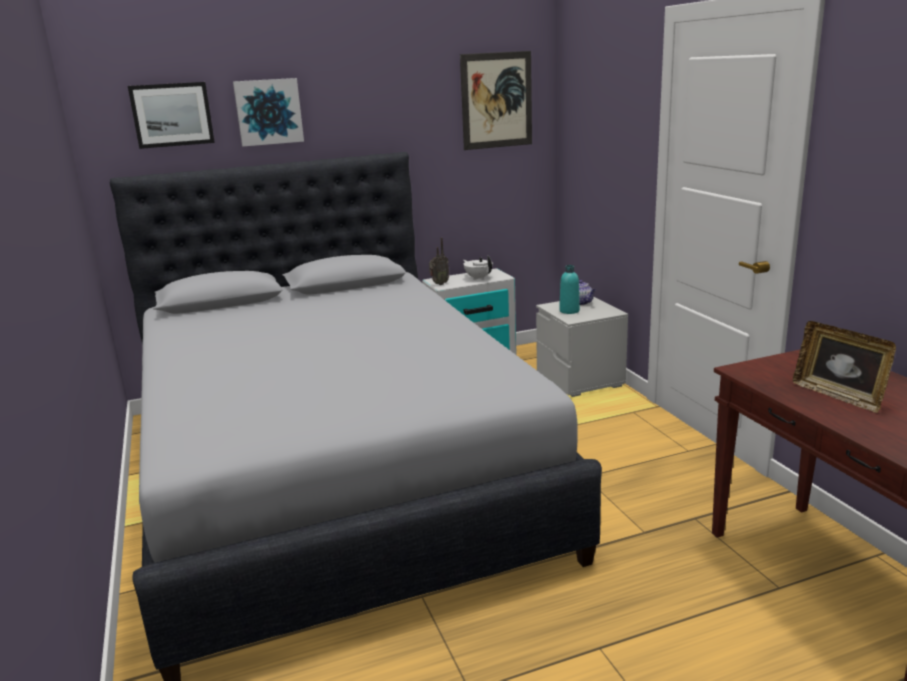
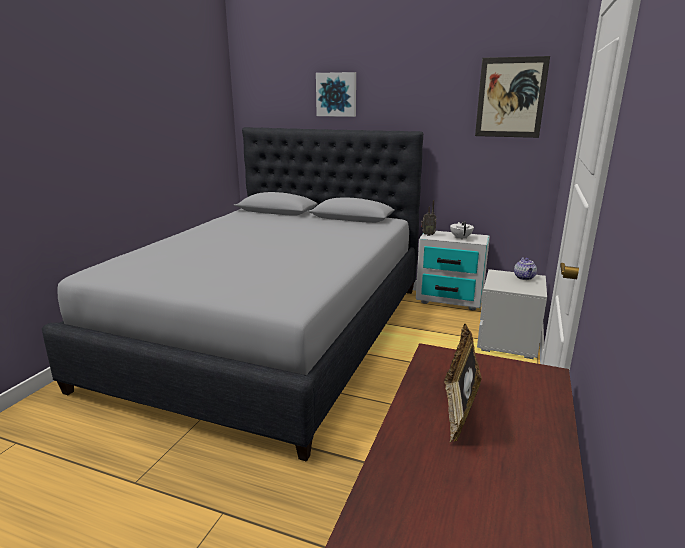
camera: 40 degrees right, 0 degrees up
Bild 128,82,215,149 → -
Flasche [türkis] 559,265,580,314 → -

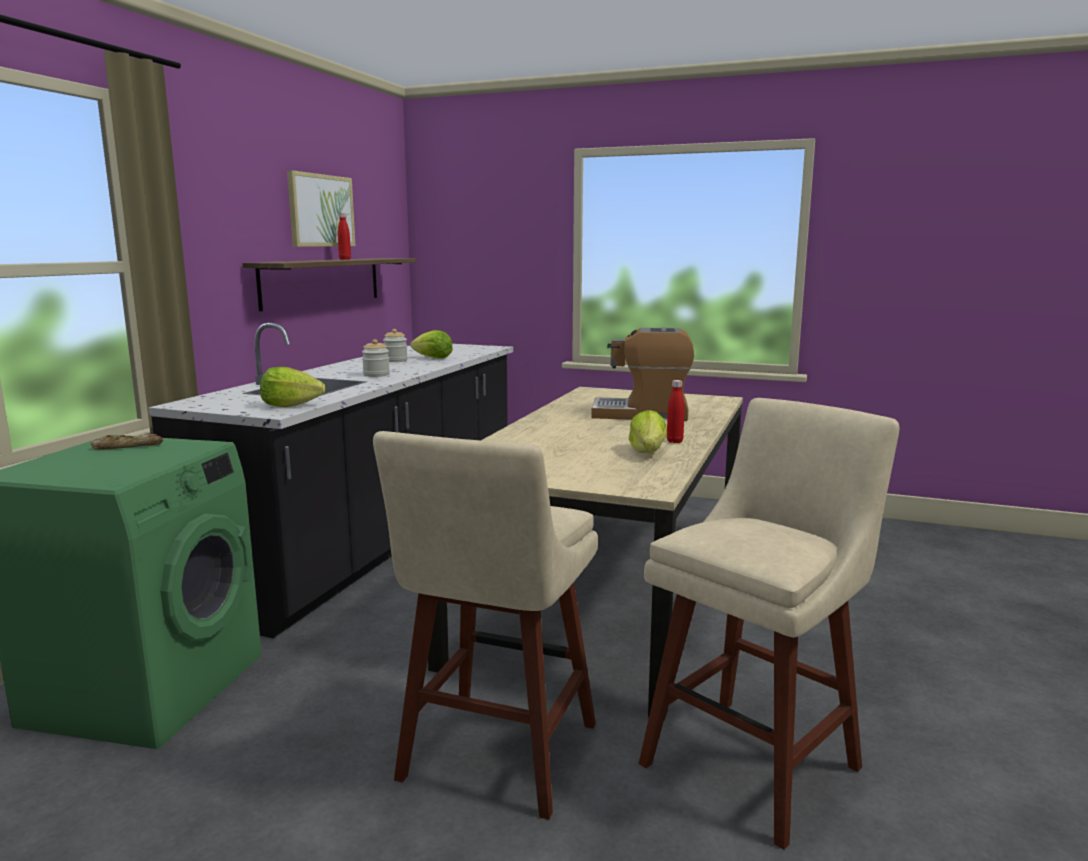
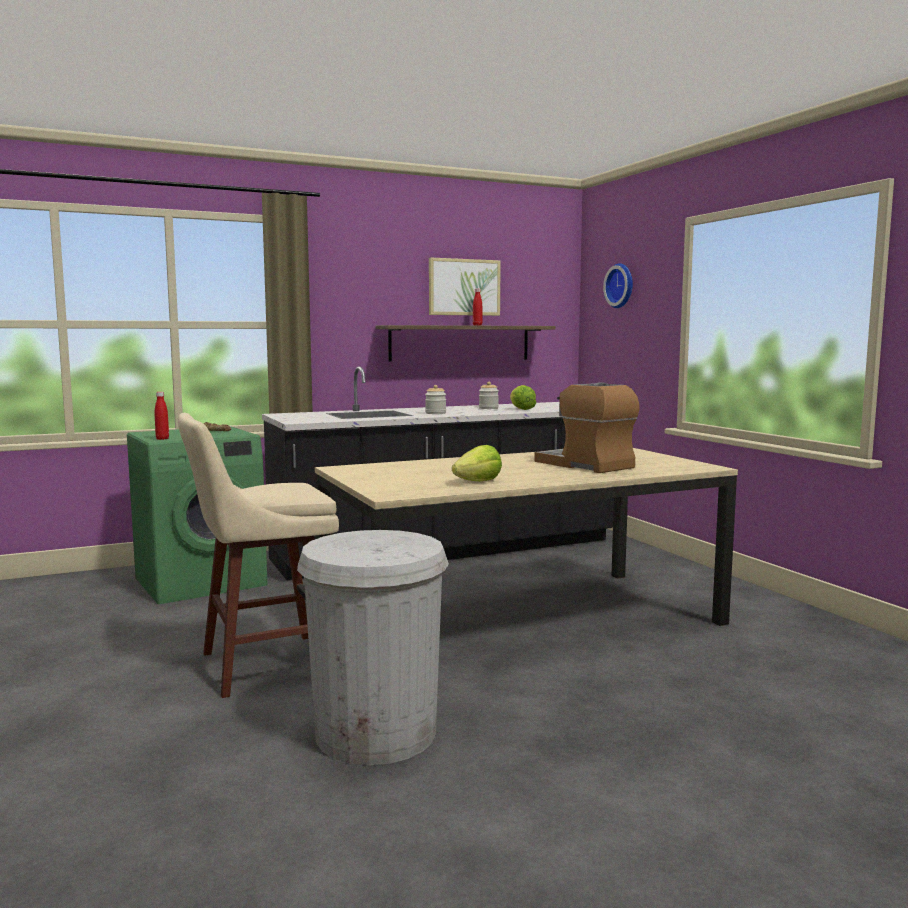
camera: 45 degrees right, 5 degrees down
Salatkopf 260,367,325,407 → -
- → Wanduhr 603,263,633,308
Flasche [rot] 667,380,685,443 → Flasche [rot] 155,392,169,440, moved
Hocker [beige] 639,398,900,850 → Mülleimer [weiß] 297,530,449,765

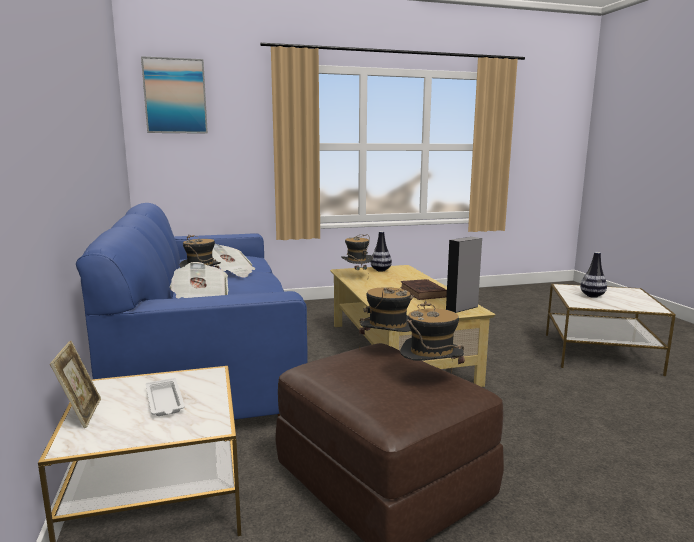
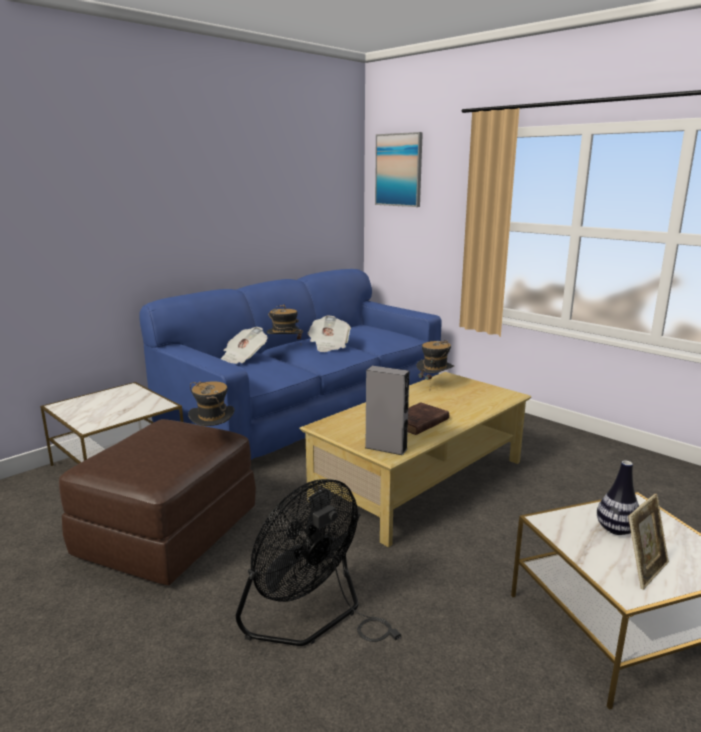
camera: 60 degrees right, 5 degrees up
Tablett [weiß] 146,378,185,416 → -
Vase 370,231,392,272 → -
Hut 400,301,465,372 → -
- → Ventilator [schwarz] 236,479,401,646
Bilderrahmen 50,341,101,428 → Bilderrahmen 628,494,669,590, moved

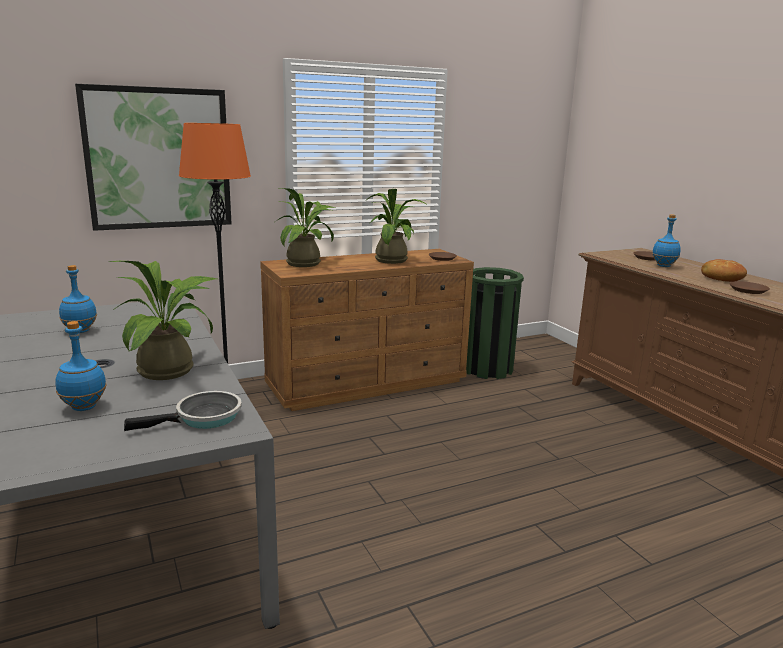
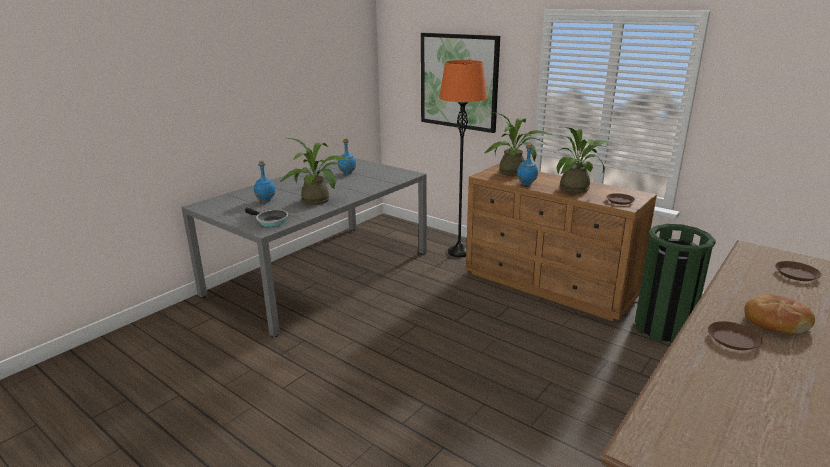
camera: 65 degrees right, 5 degrees up
Flasche [blau] 652,214,681,267 → Flasche [blau] 517,143,538,185, moved

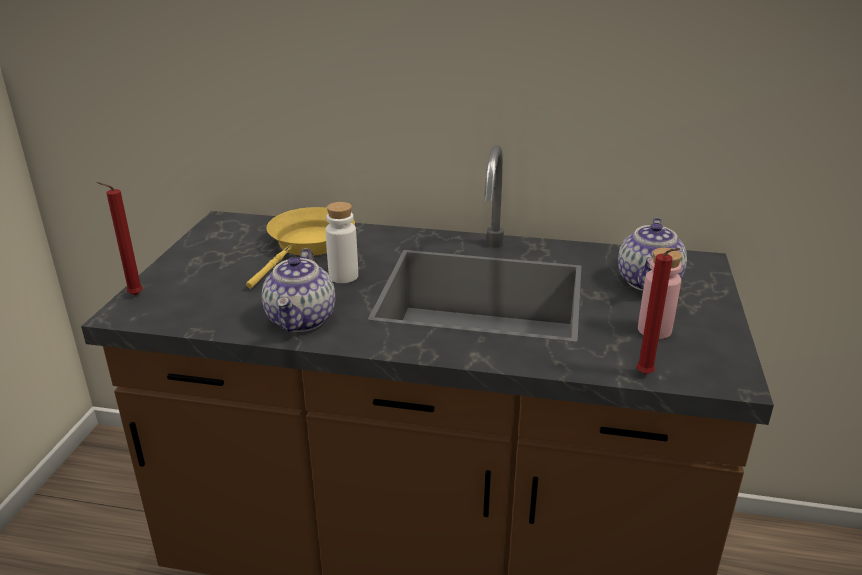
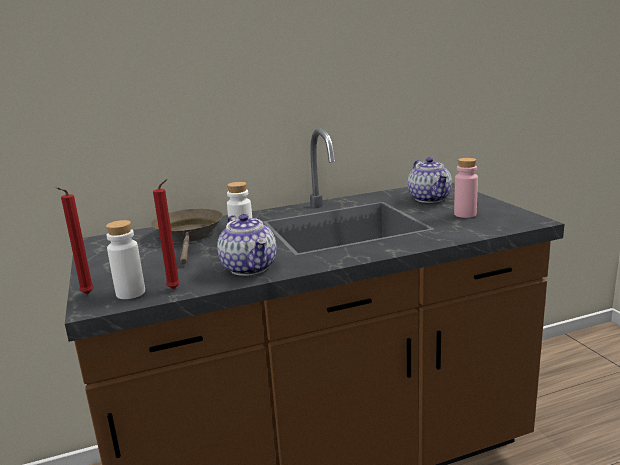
camera: 30 degrees left, 10 degrees down
- → Flasche [weiß] 106,220,145,299
Kerze [rot] 636,248,680,374 → Kerze [rot] 153,179,180,289, moved
Pfanne [gelb] 246,207,355,289 → Pfanne [braun] 151,209,223,264

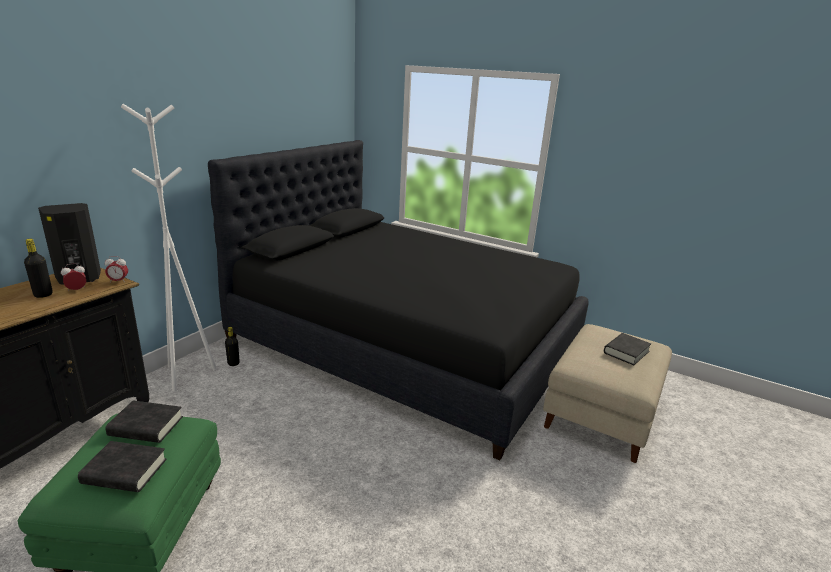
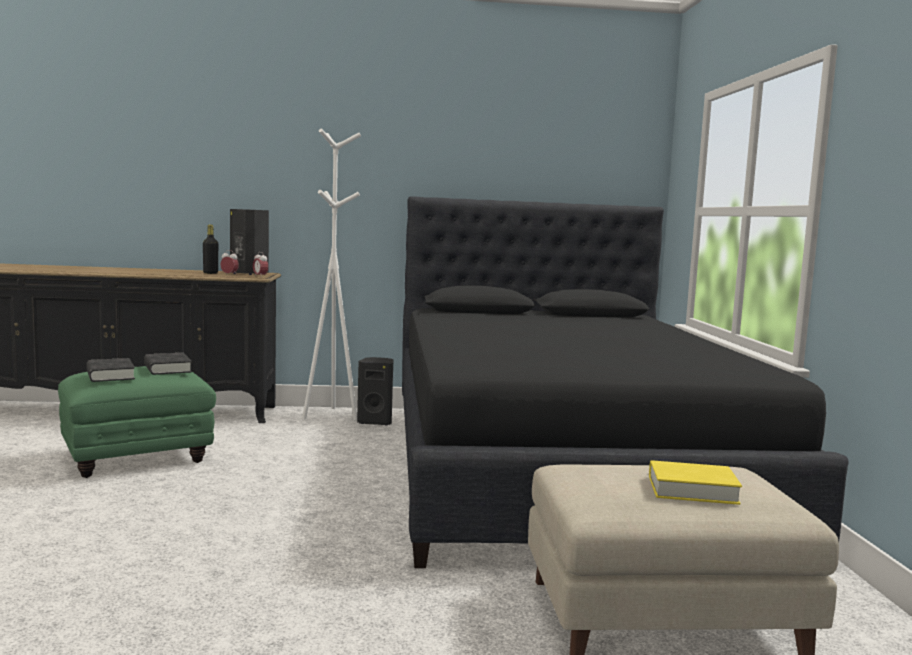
camera: 55 degrees right, 15 degrees down
Flasche [schwarz] 225,327,240,366 → Lautsprecher [schwarz] 357,357,393,426
Buch [schwarz] 604,333,651,365 → Buch [gelb] 649,460,742,505

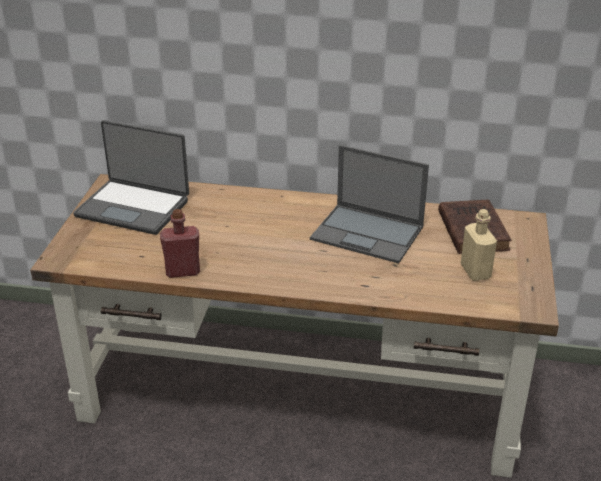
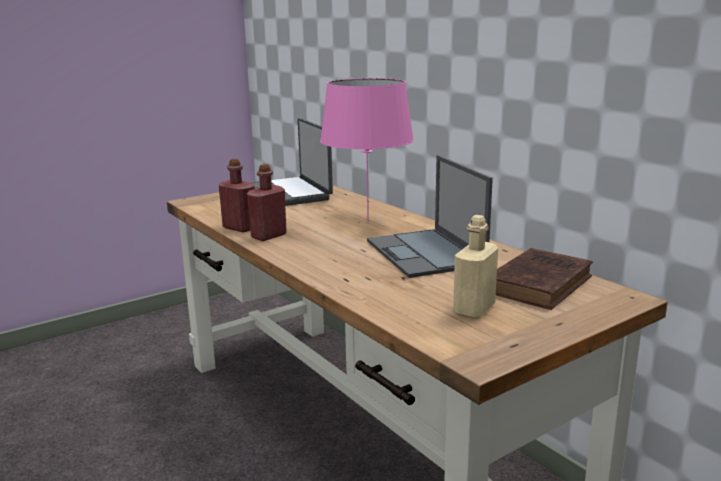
camera: 45 degrees right, 15 degrees down
- → Flasche [rot] 247,164,287,241
- → Tischlampe [rosa] 320,78,414,222

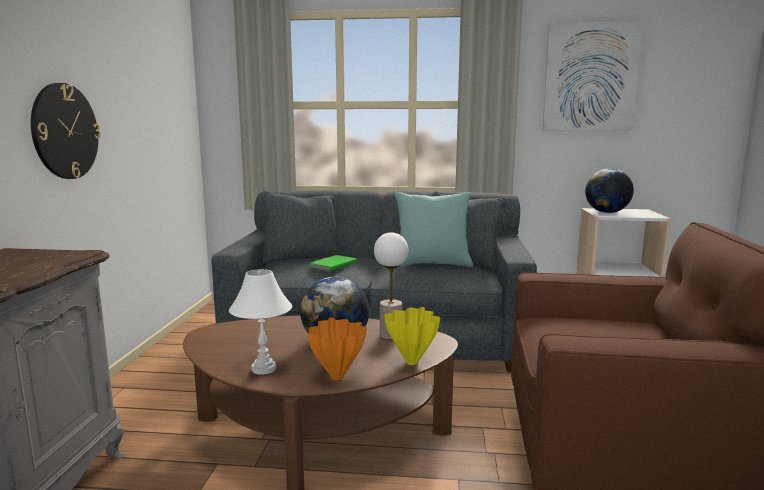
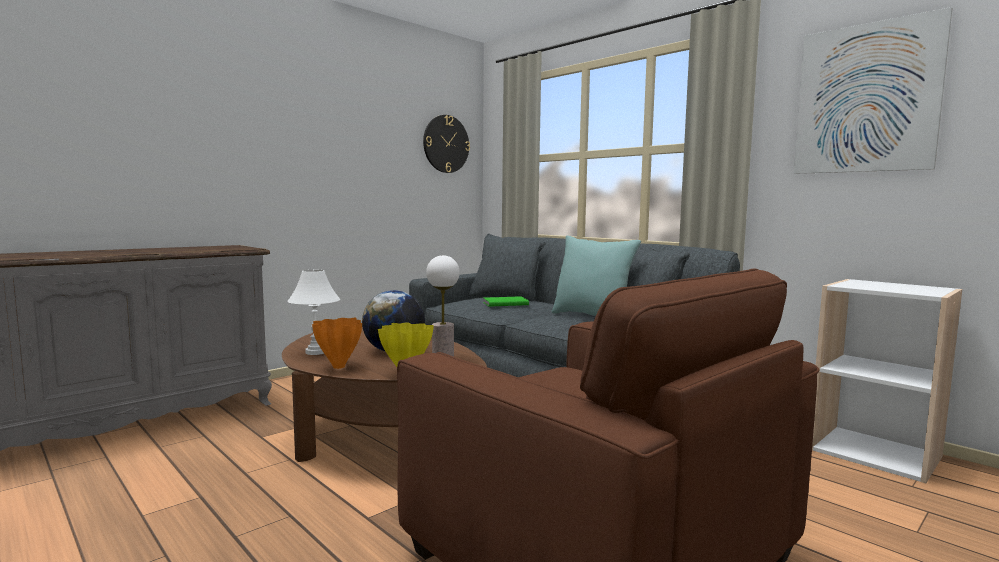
camera: 40 degrees right, 5 degrees down
Globus 585,168,634,213 → -
Wanduhr 31,83,101,179 → Wanduhr 423,115,470,173, moved

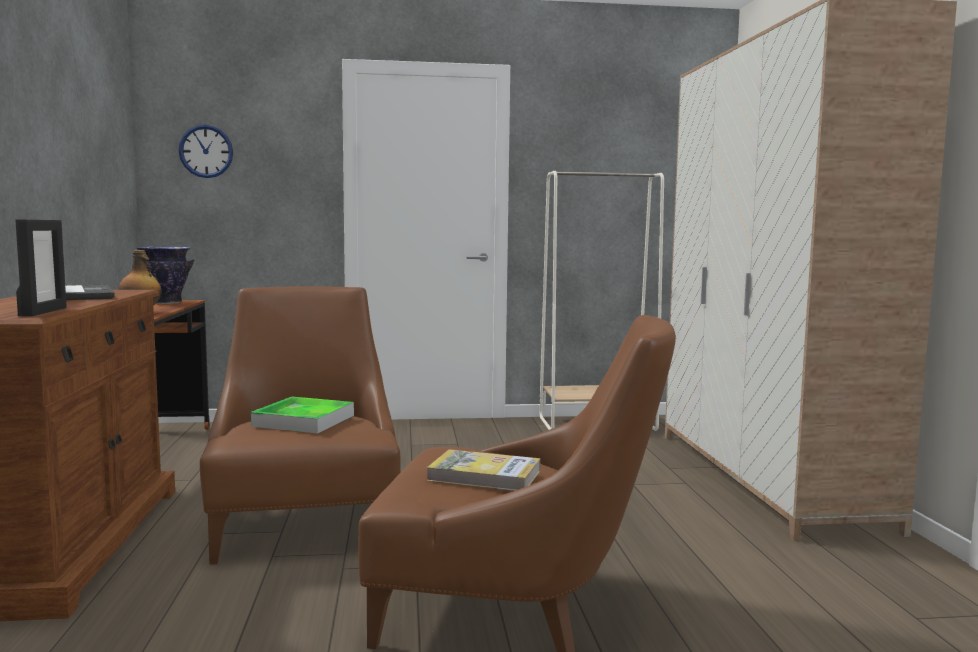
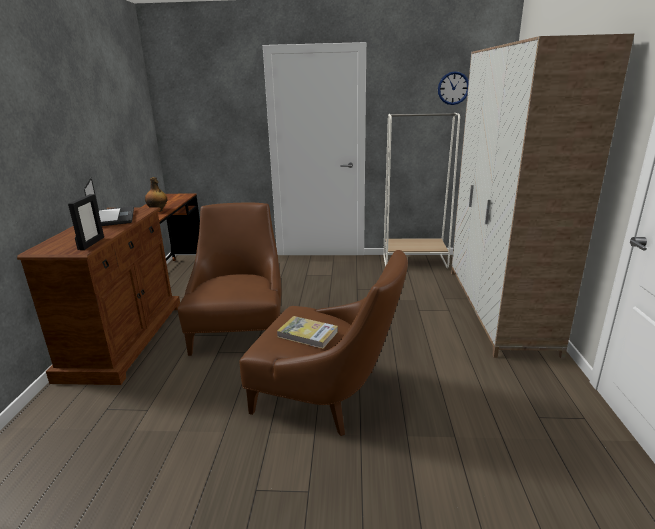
camera: 10 degrees right, 15 degrees up
Vase 136,246,194,304 → -
Tablett 251,397,354,434 → -
Wanduhr 179,125,233,178 → Wanduhr 438,71,469,105, moved

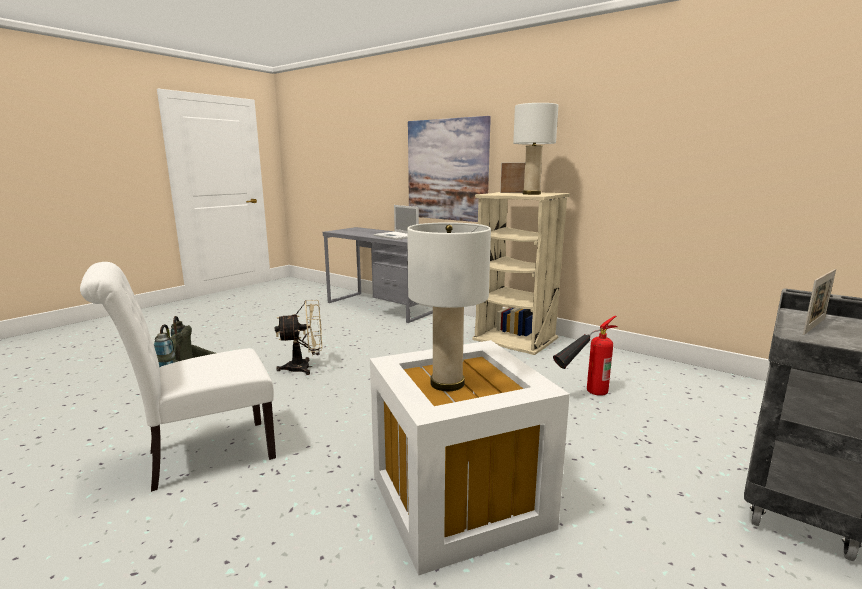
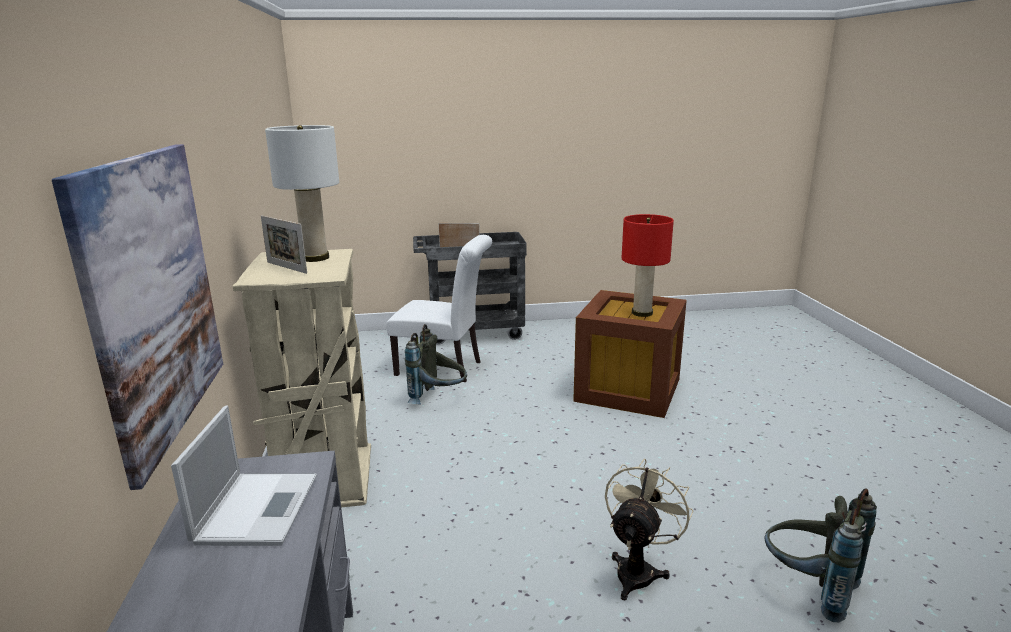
camera: 135 degrees left, 5 degrees up
Stuhl [weiß] 80,262,276,492 → Stuhl [weiß] 386,235,492,382, moved
Feuerlöscher 553,315,618,396 → Rucksack [grau] 405,324,467,405
Aufbewahrungsbox [weiß] 370,340,570,576 → Aufbewahrungsbox [braun] 573,290,687,418
Tischlampe [weiß] 407,222,491,391 → Tischlampe [rot] 622,214,674,317
Ventilator [beige] 275,300,322,375 → Ventilator [beige] 605,458,693,600, 90 degrees clockwise

